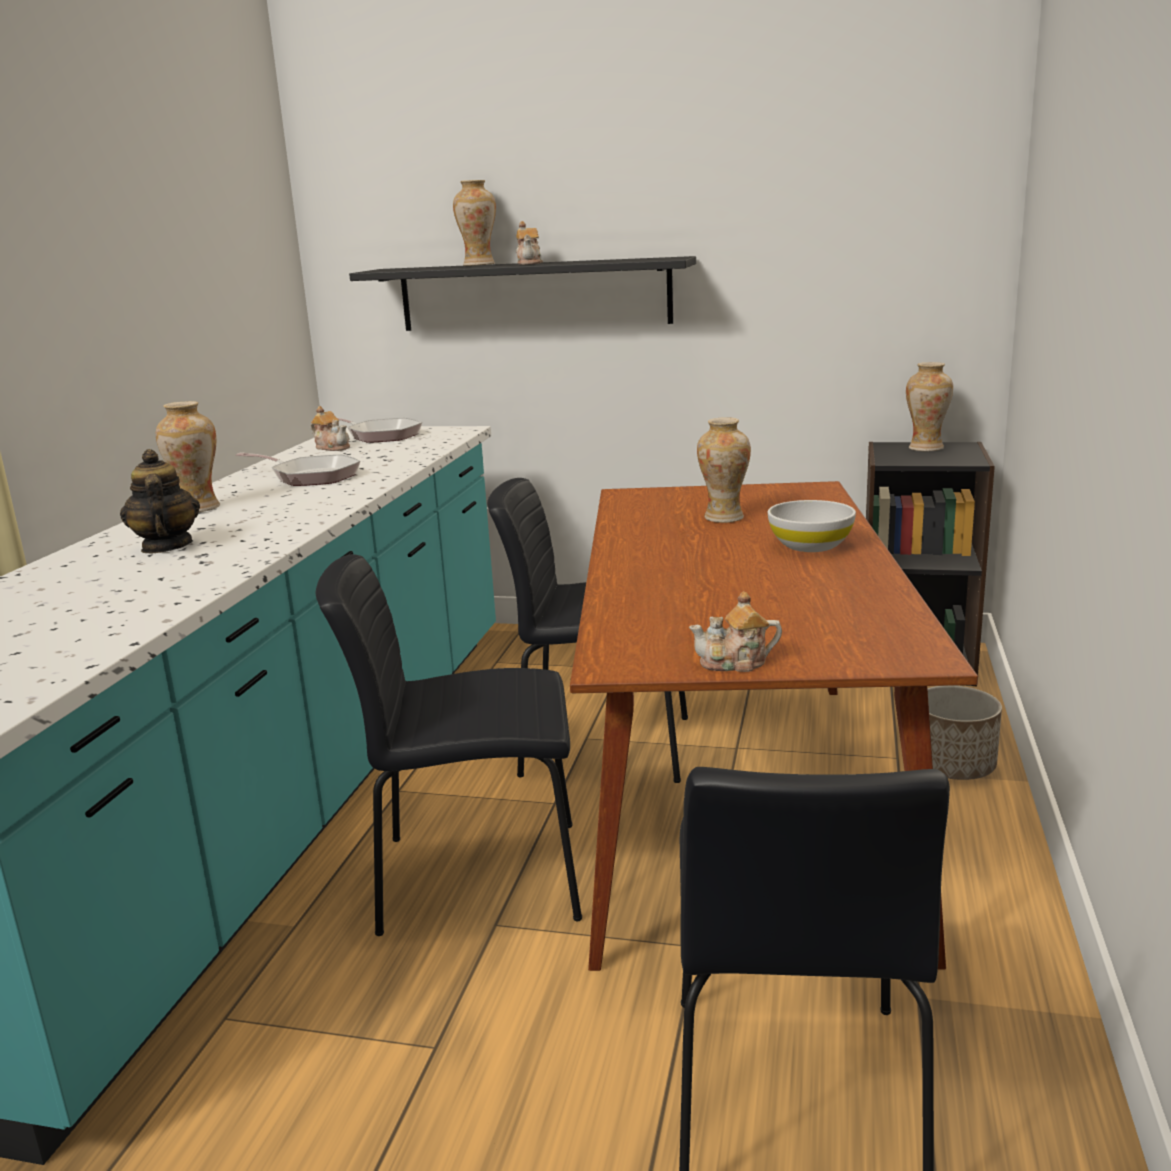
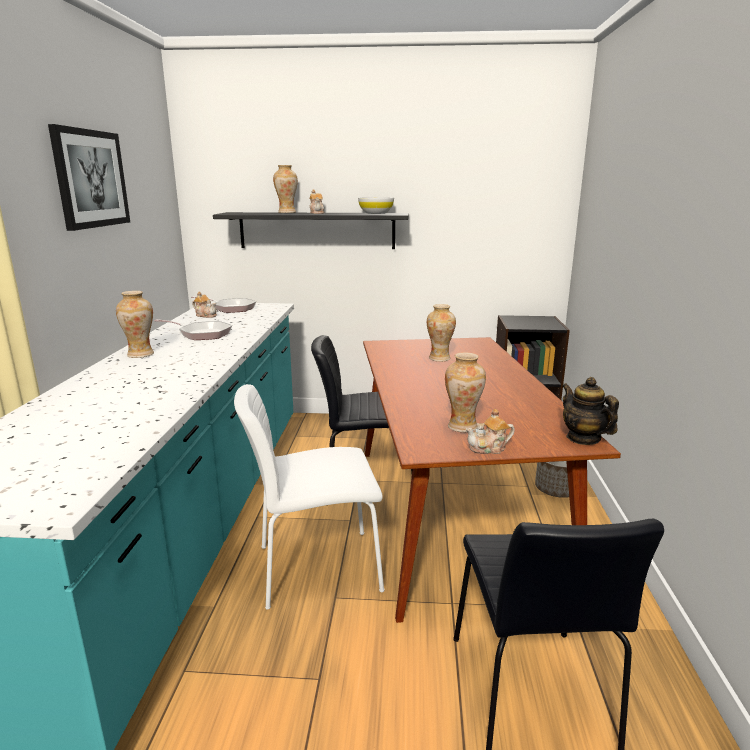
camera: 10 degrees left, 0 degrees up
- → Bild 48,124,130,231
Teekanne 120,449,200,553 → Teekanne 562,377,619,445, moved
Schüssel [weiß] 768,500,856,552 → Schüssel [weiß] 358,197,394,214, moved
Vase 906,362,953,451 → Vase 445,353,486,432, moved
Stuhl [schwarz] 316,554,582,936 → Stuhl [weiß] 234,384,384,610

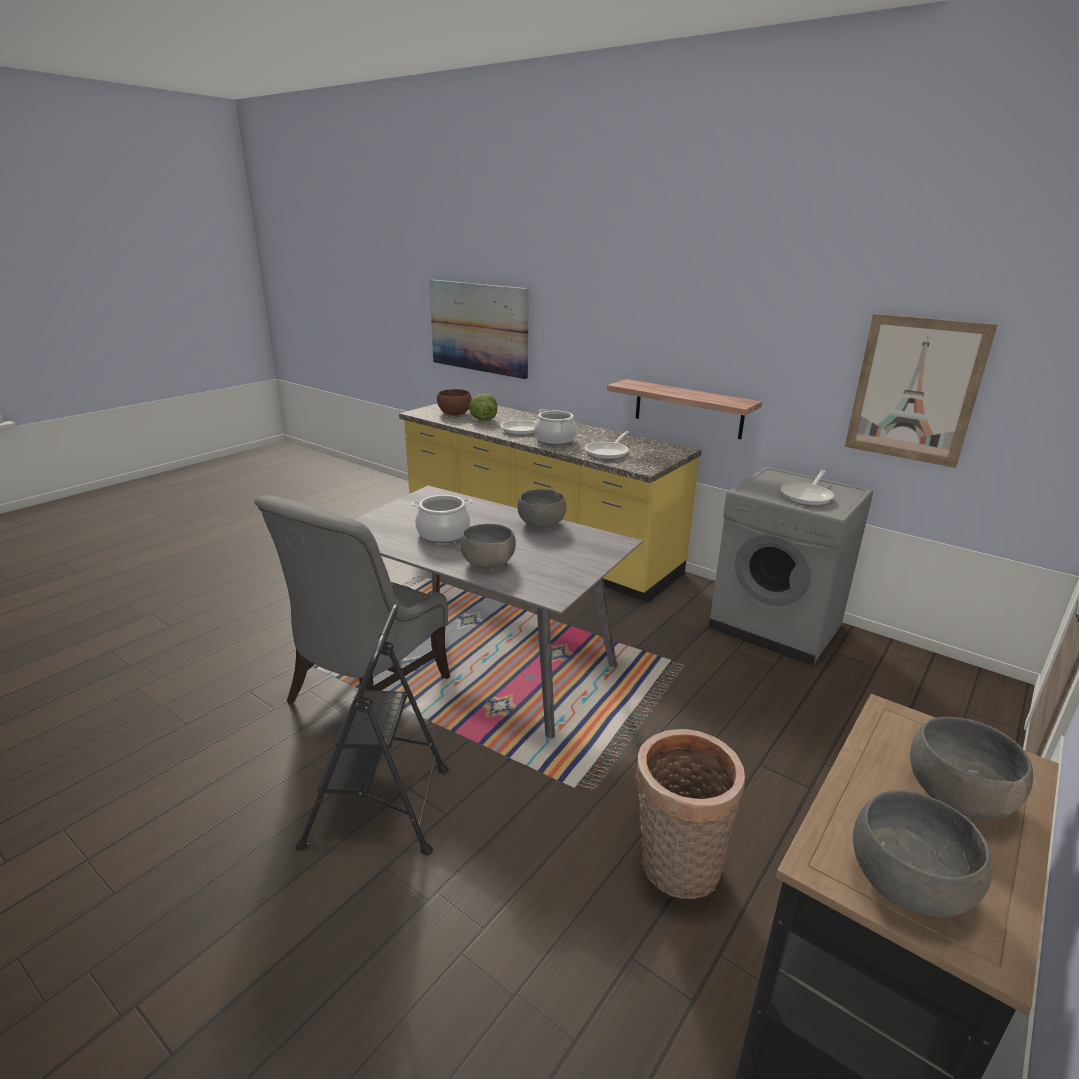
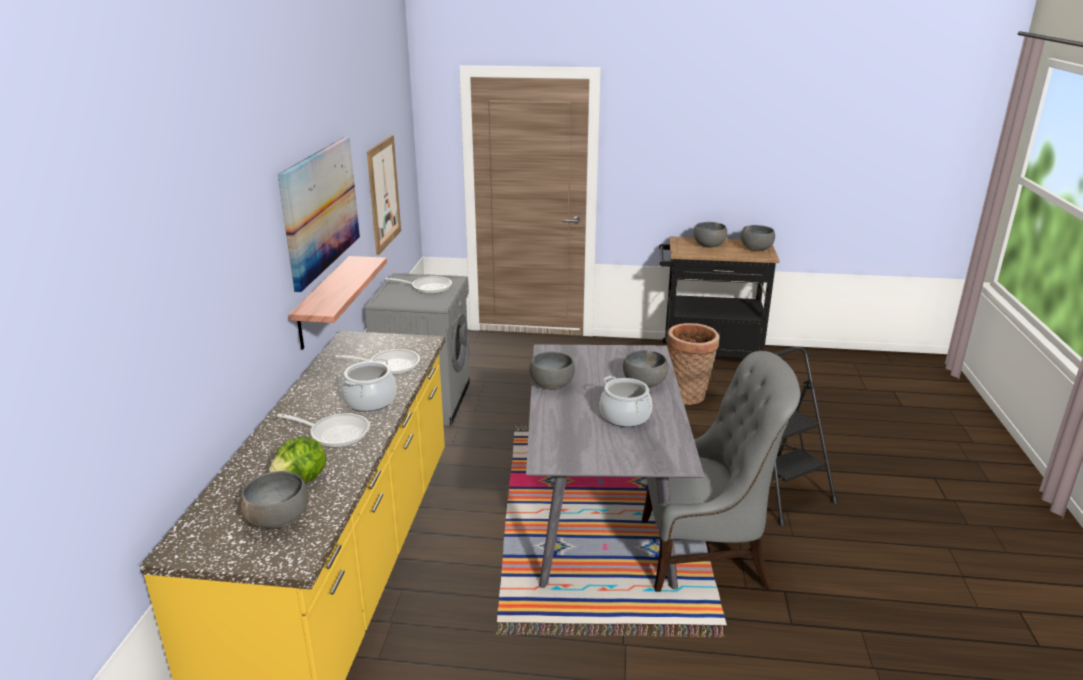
camera: 120 degrees left, 0 degrees up
Bild 429,280,529,379 → Bild 278,137,360,292, moved
Schüssel [braun] 437,389,472,415 → Schüssel [grau] 239,471,308,529

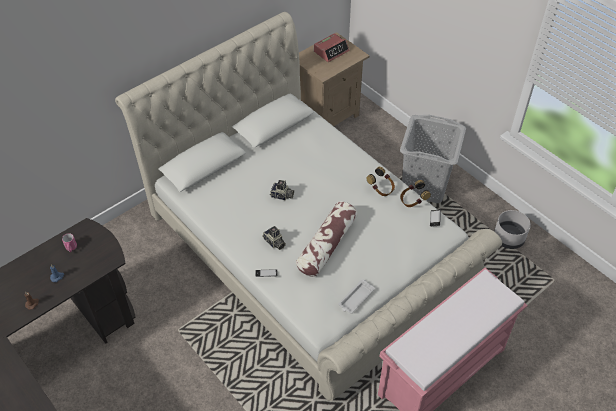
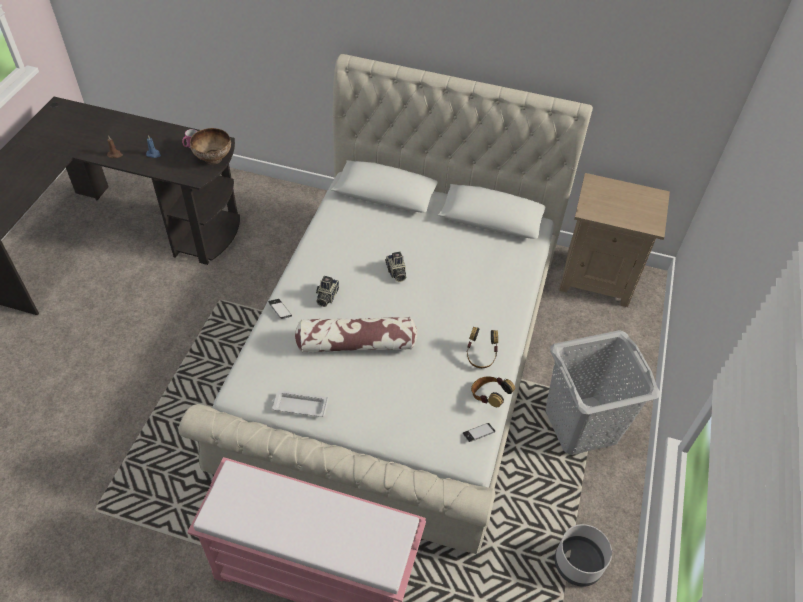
camera: 55 degrees right, 0 degrees up
Wecker 314,33,349,62 → -
- → Schüssel 190,128,231,165

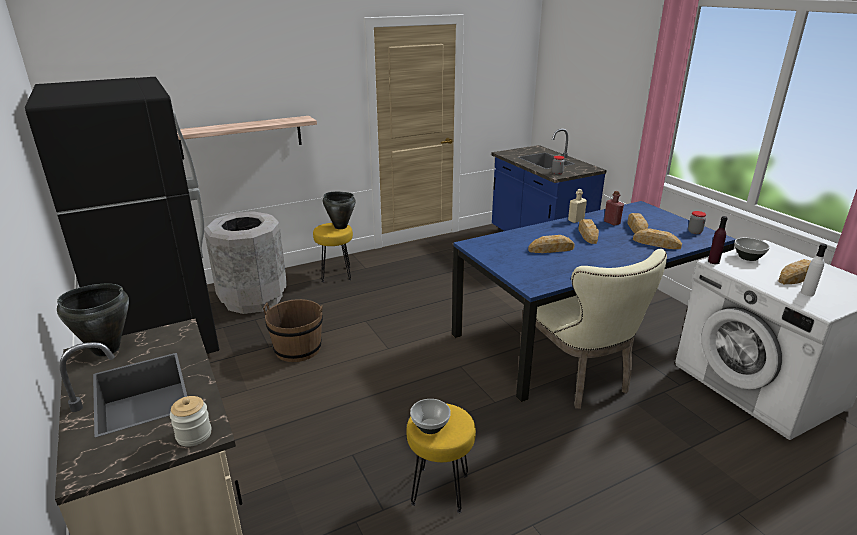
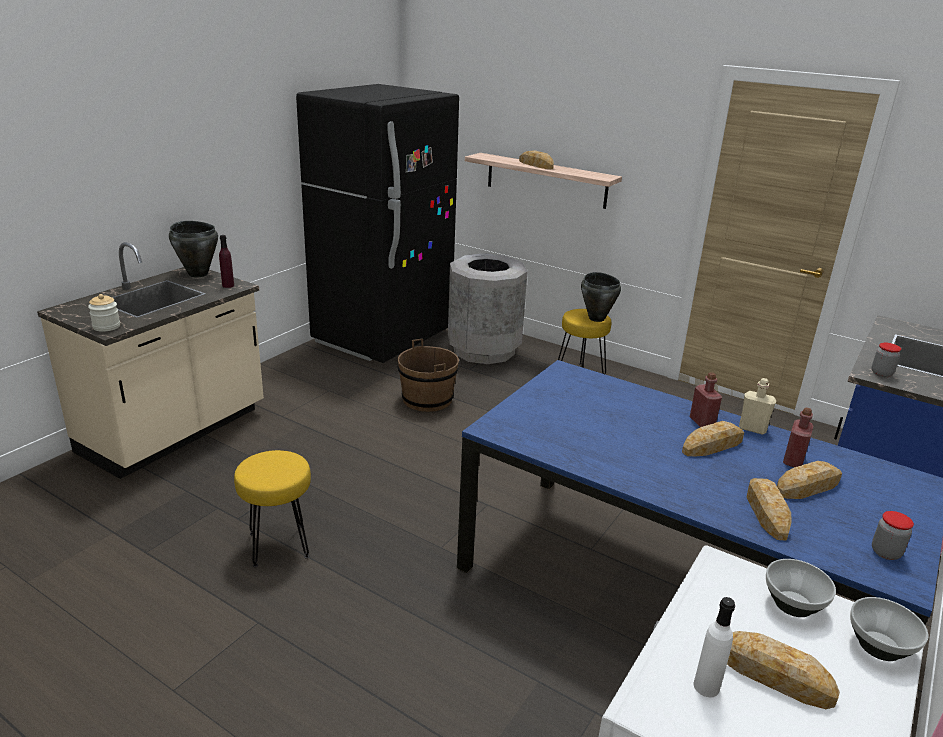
camera: 60 degrees right, 0 degrees up
Stuhl [beige] 535,249,667,409 → -
- → Flasche [rot] 690,372,722,427
Schüssel 410,399,451,434 → Schüssel 850,597,928,661, moved
Brot 528,235,575,253 → Brot 519,150,554,169, moved
Flasche [lila] 708,216,728,264 → Flasche [lila] 219,235,234,288, moved

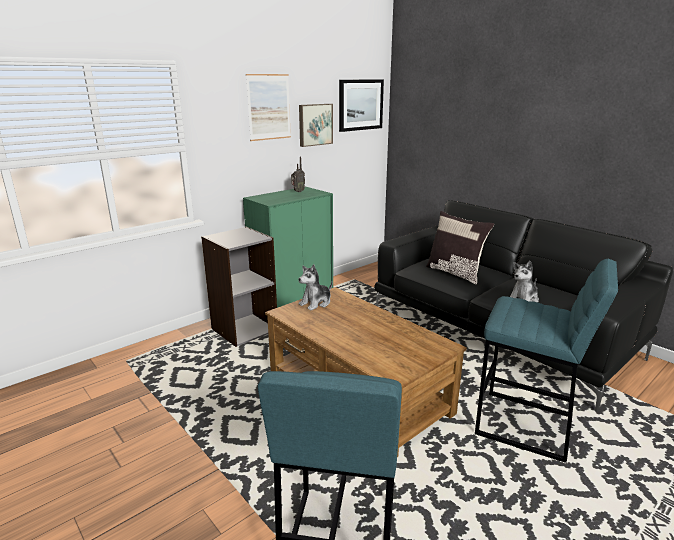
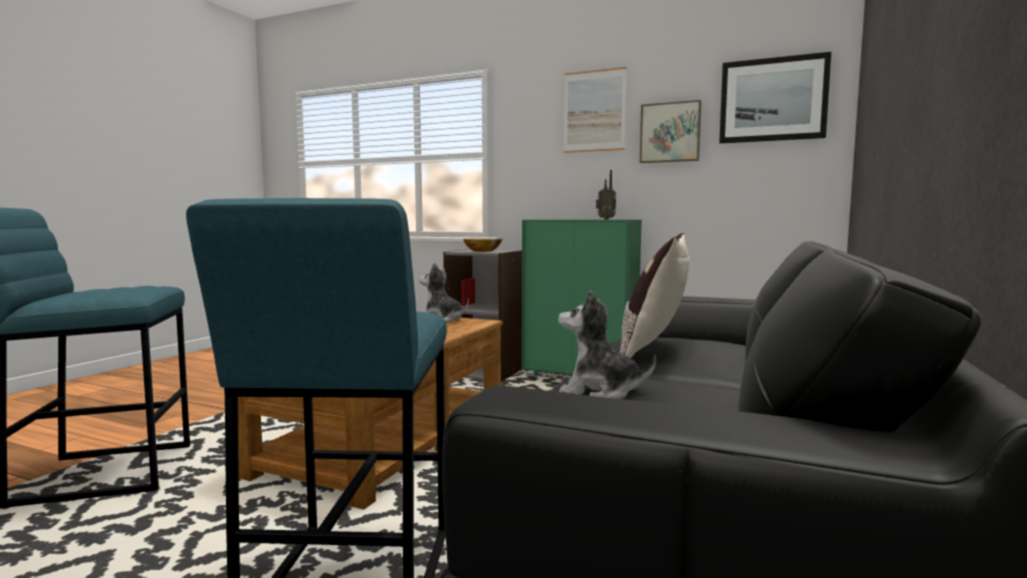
camera: 65 degrees right, 15 degrees down
- → Schüssel 463,238,502,252

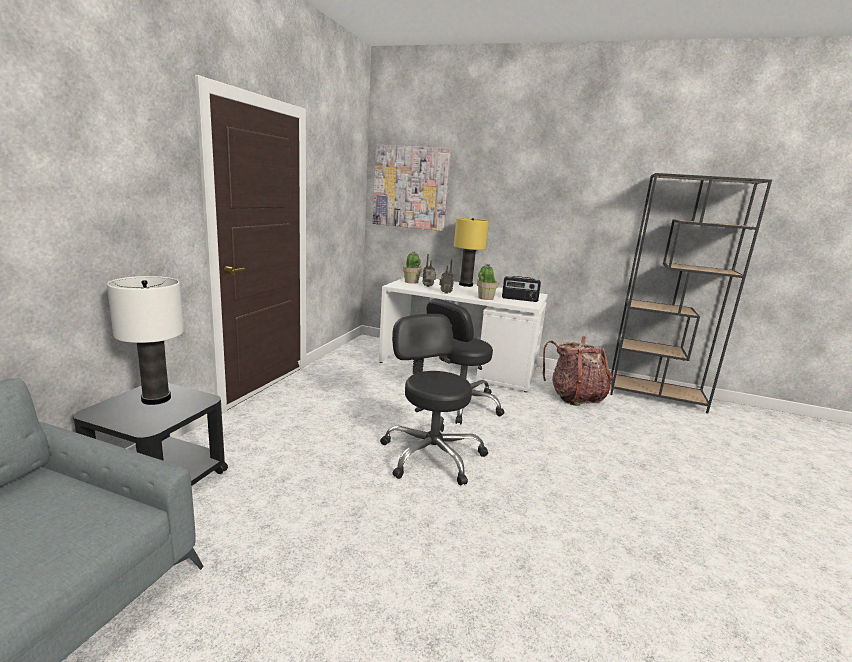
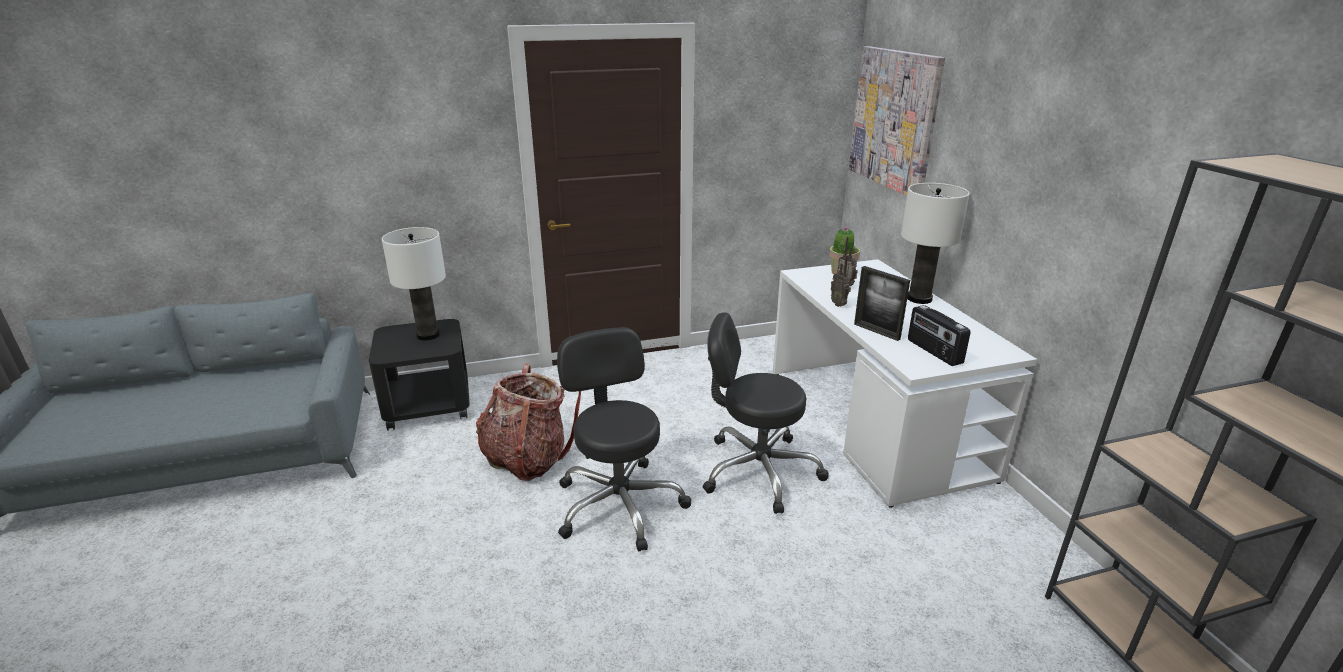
camera: 55 degrees right, 10 degrees up
Rucksack 543,336,613,406 → Rucksack 476,363,581,481, moved
Topfpflanze 477,263,498,300 → Bilderrahmen 854,266,910,341
Tischlampe [gelb] 454,218,489,287 → Tischlampe [weiß] 901,183,970,304
Bürostuhl [schwarz] 380,314,488,485 → Bürostuhl [schwarz] 557,327,691,551, 45 degrees counterclockwise

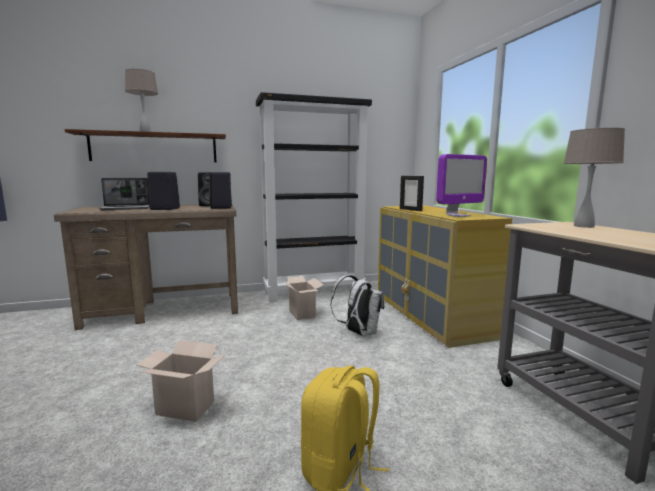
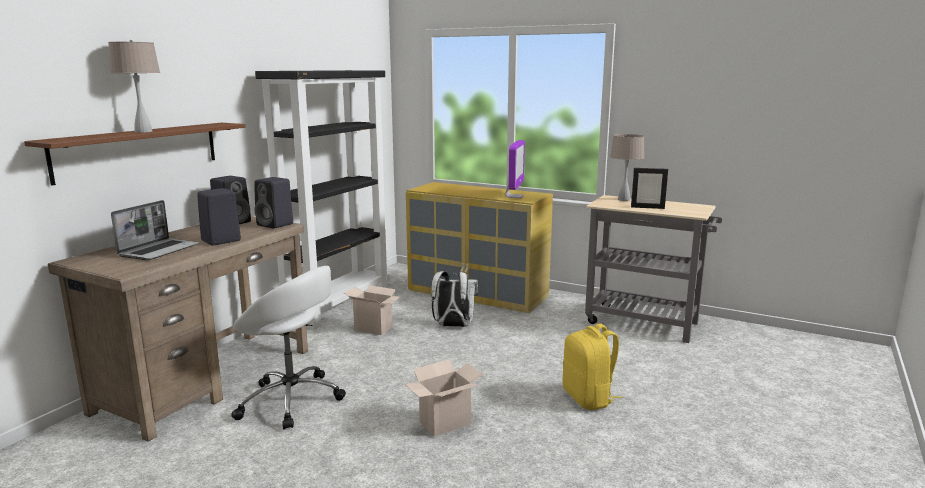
camera: 45 degrees left, 5 degrees up
- → Bürostuhl [weiß] 231,266,346,430
Bilderrahmen 400,176,424,211 → Bilderrahmen 631,168,668,209, moved

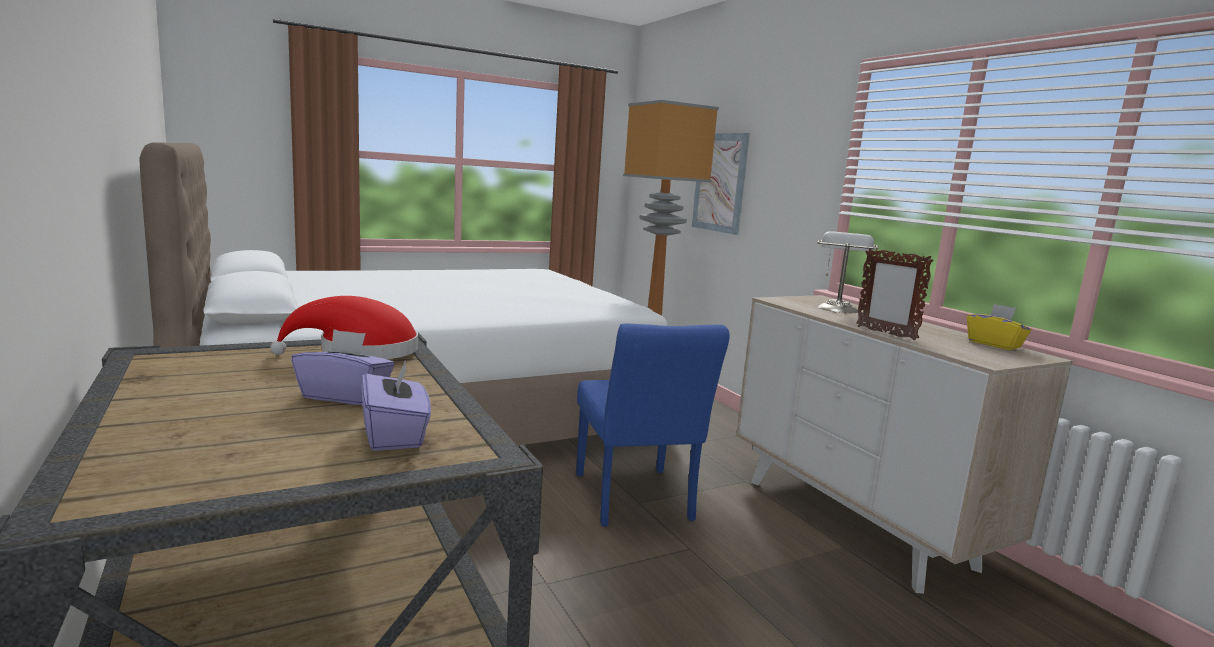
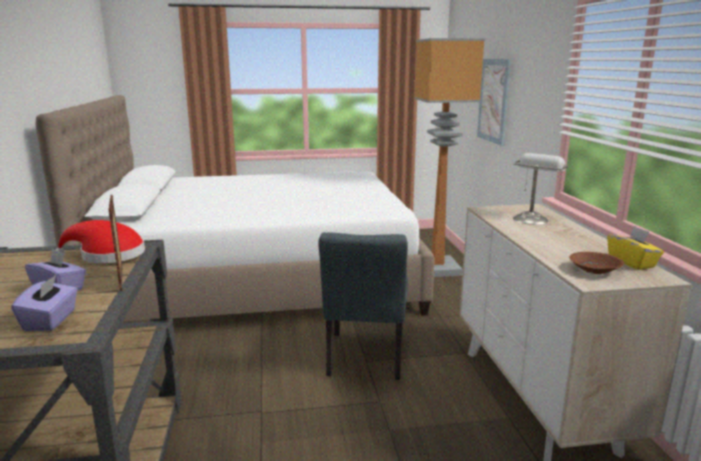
camera: 20 degrees right, 5 degrees up
- → Schüssel [braun] 569,252,624,274
Bilderrahmen 856,248,933,340 → Bilderrahmen 109,195,123,291, moved
Stuhl [blau] 576,323,730,526 → Stuhl [grau] 318,232,408,380

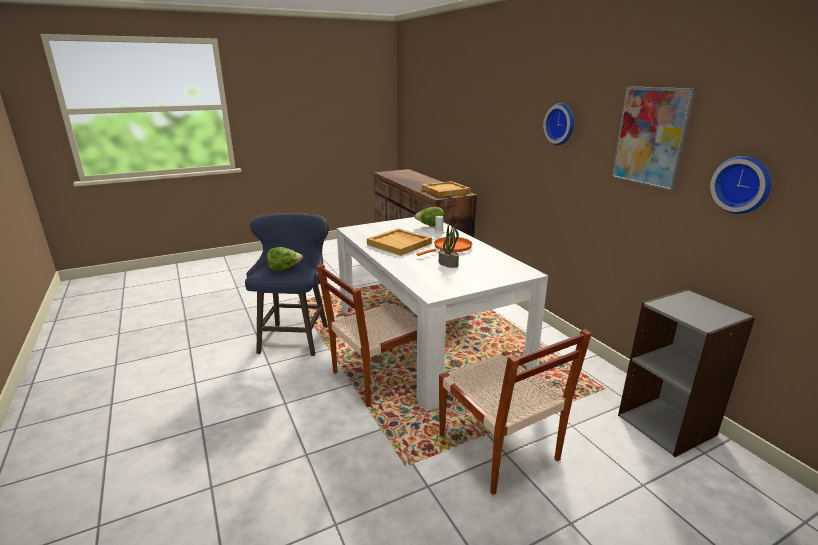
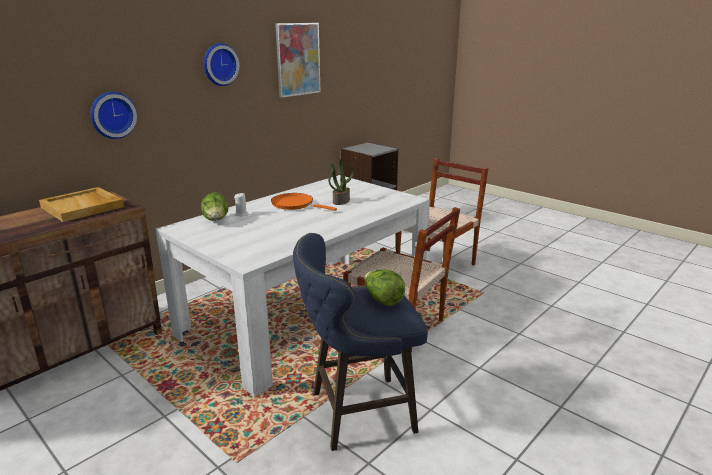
camera: 110 degrees left, 0 degrees up
Tablett [beige] 367,228,432,256 → -
Wanduhr 710,156,772,214 → Wanduhr 90,92,137,139, moved

